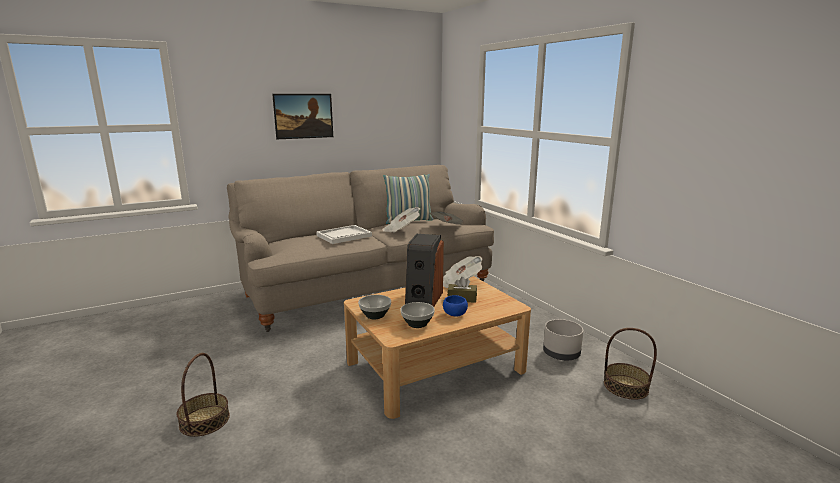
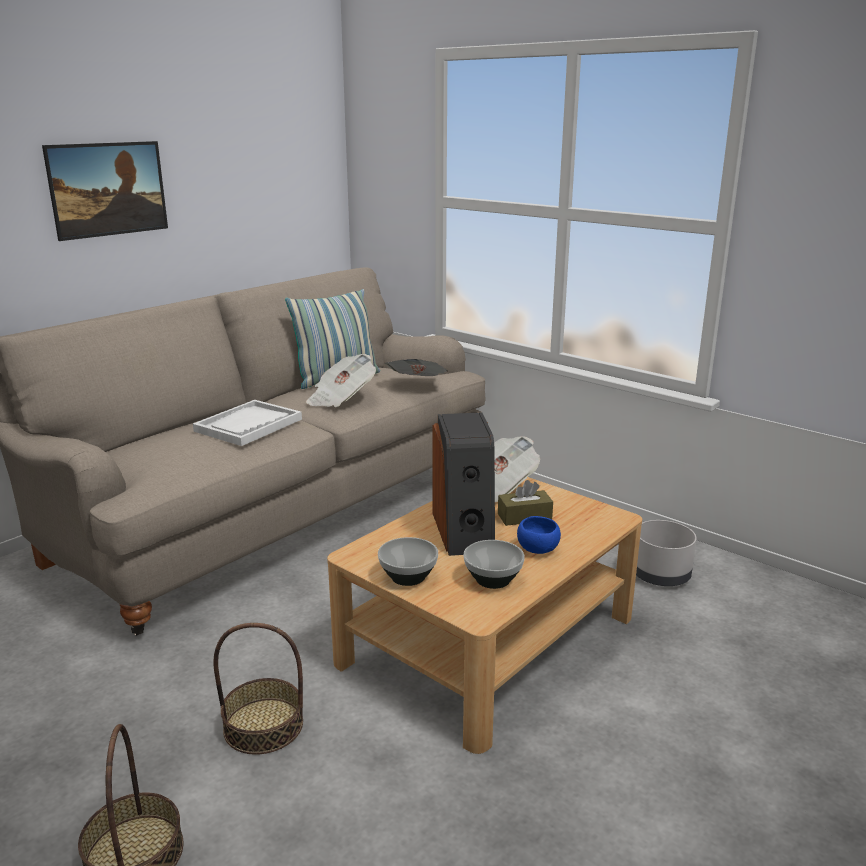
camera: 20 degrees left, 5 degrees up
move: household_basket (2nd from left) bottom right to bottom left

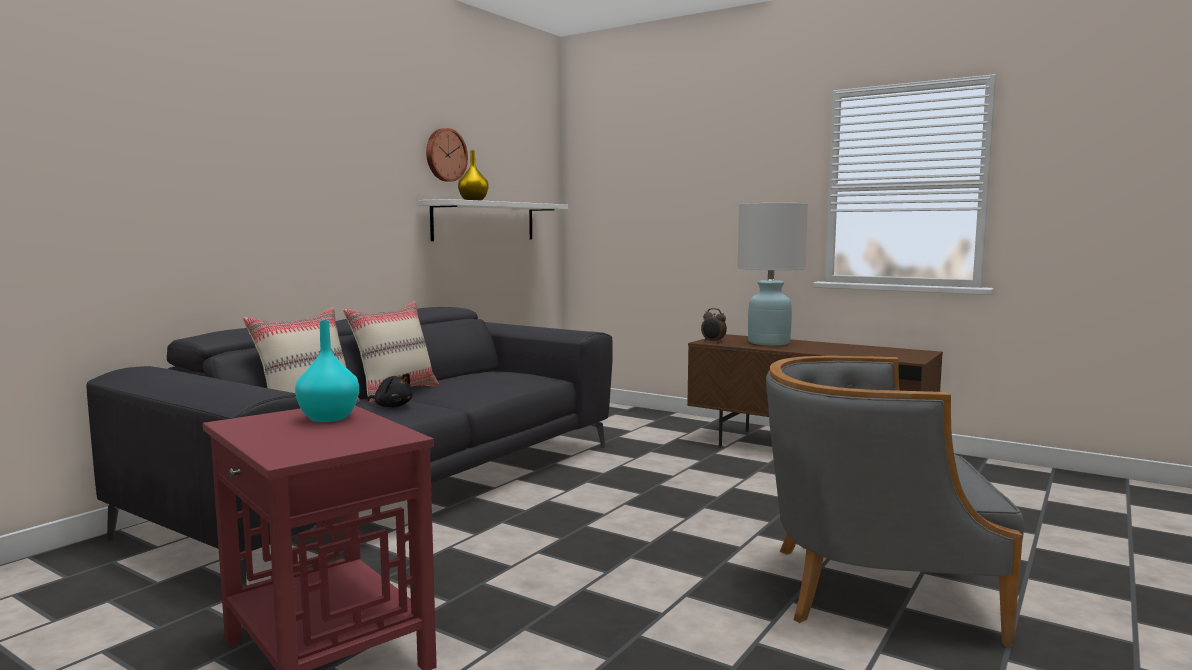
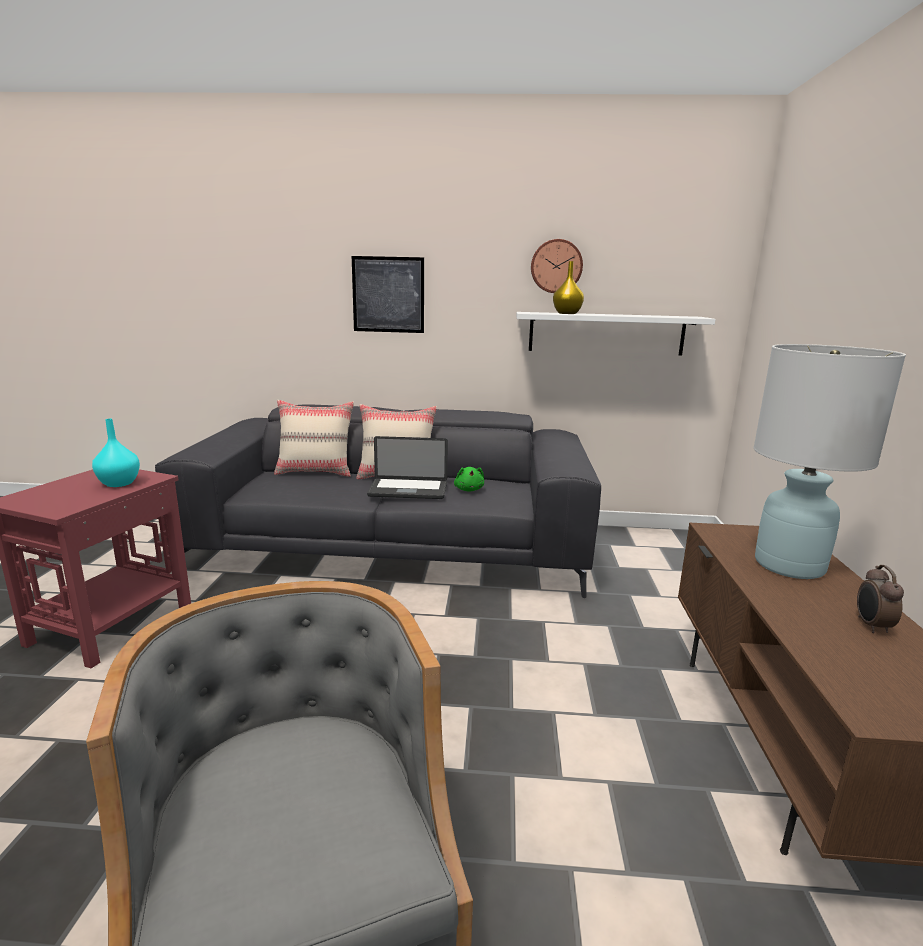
camera: 60 degrees right, 10 degrees up
delete: blackish_soft_toy middle left
insert: picture top centre; laptop centre; green-coloured_soft_toy centre
move: table_clock centre to middle right

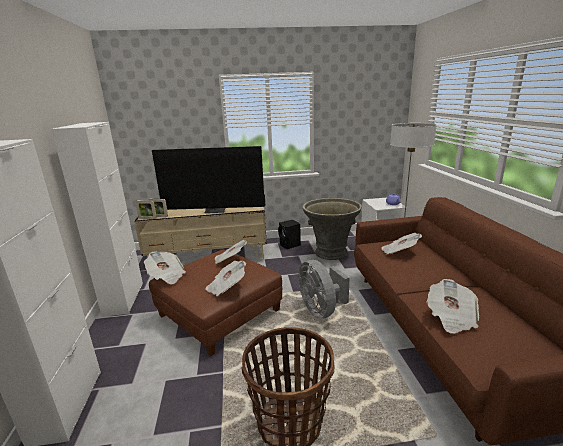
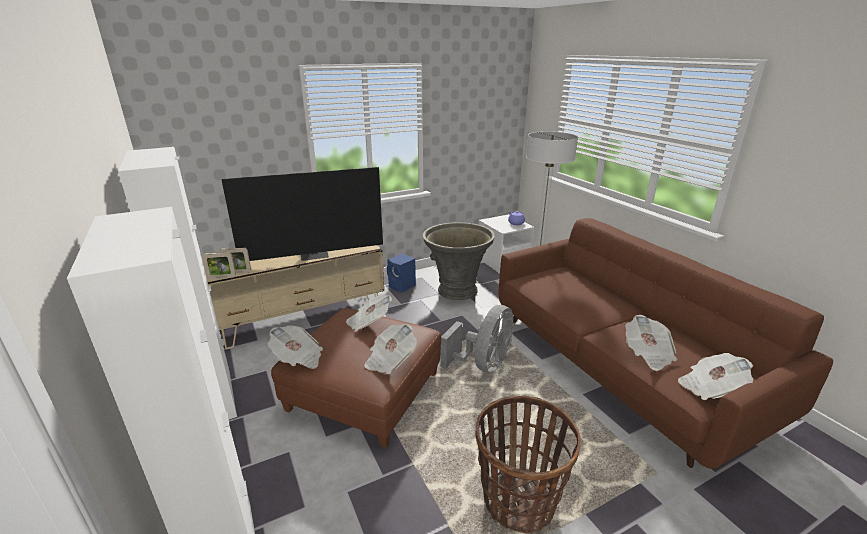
camera: 20 degrees left, 5 degrees up
move: daily_paper (4th from left in the first image) middle right to daily_paper (5th from left) bottom right
recolor: blackish_audio_speaker centre to blue-coloured_audio_speaker centre
rotate: greyish_electric_fan centre = centre 105 degrees counterclockwise

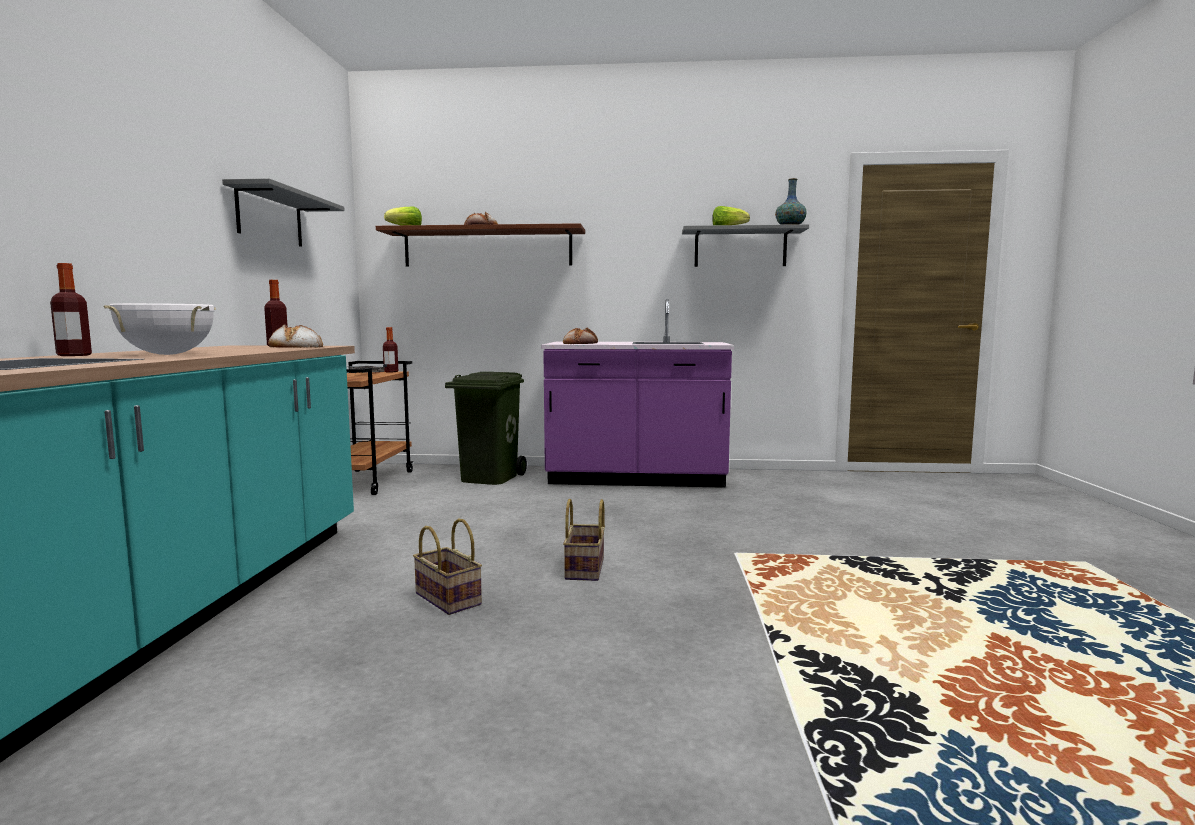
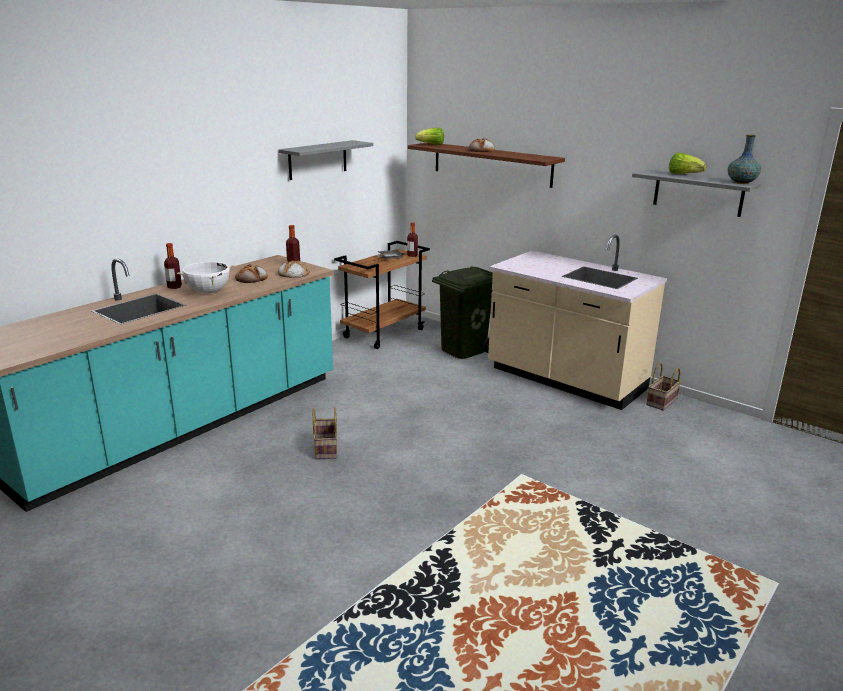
camera: 35 degrees right, 15 degrees up
move: baked_bread (3rd from left in the first image) centre to baked_bread (1st from left) middle left; household_basket (2nd from left) centre to middle right
recolor: purplish_kitchen_counter centre to beige-coloured_kitchen_counter middle right

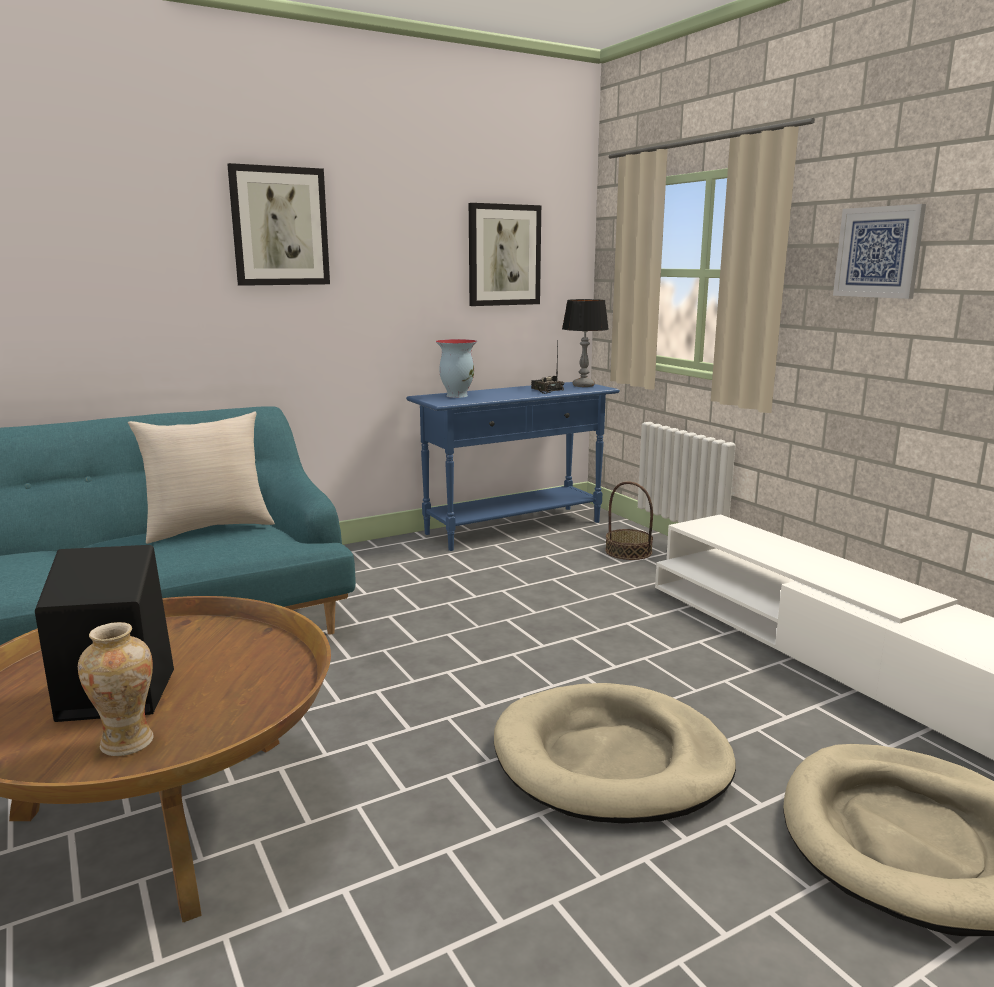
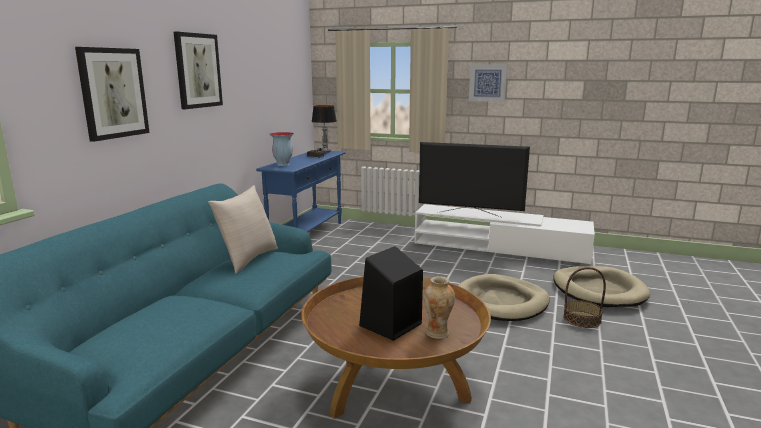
camera: 40 degrees left, 0 degrees up
insert: TV centre
move: picture (2nd from left in the first image) top centre to picture (1st from left) top left; household_basket centre to bottom right

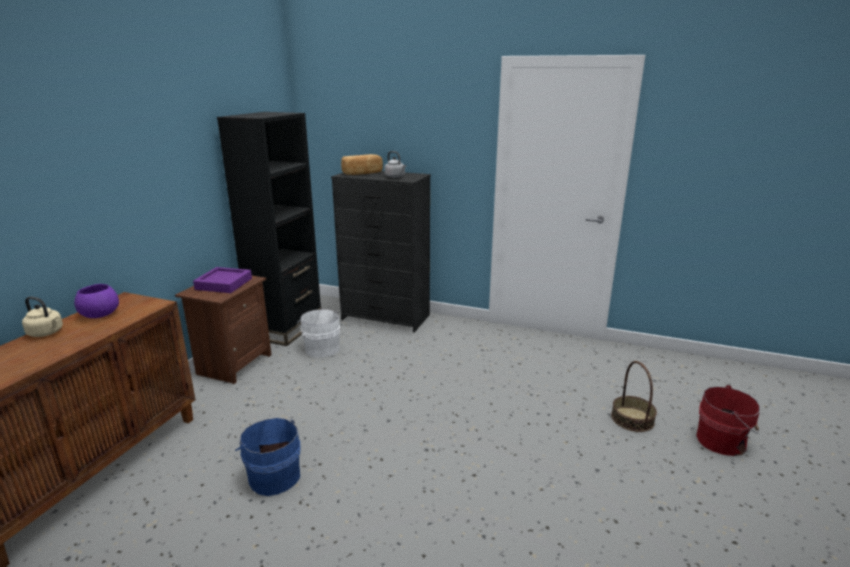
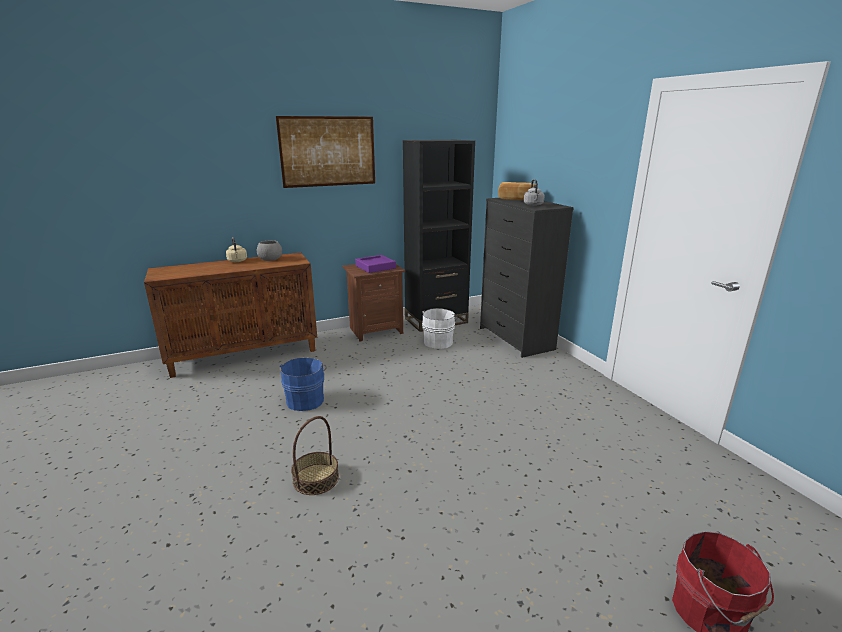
camera: 45 degrees right, 0 degrees up
insert: picture top centre
move: household_basket bottom right to bottom centre
recolor: purplish_bowl middle left to greyish_bowl middle left

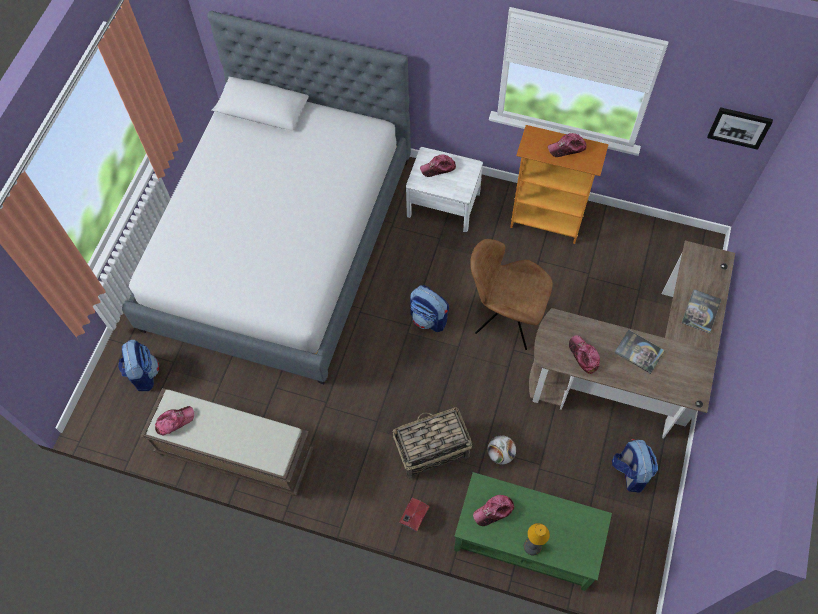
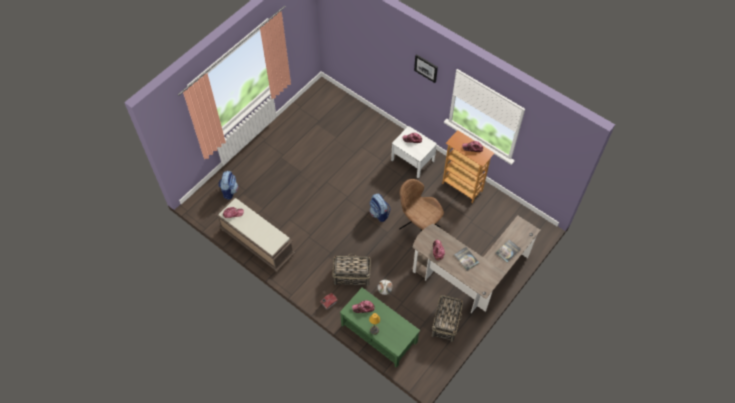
camera: 20 degrees right, 5 degrees down
delete: bedroom_bed top left
move: picture top right to top centre
replace: backpack (3rd from left) bottom right to household_basket (2nd from left) bottom centre

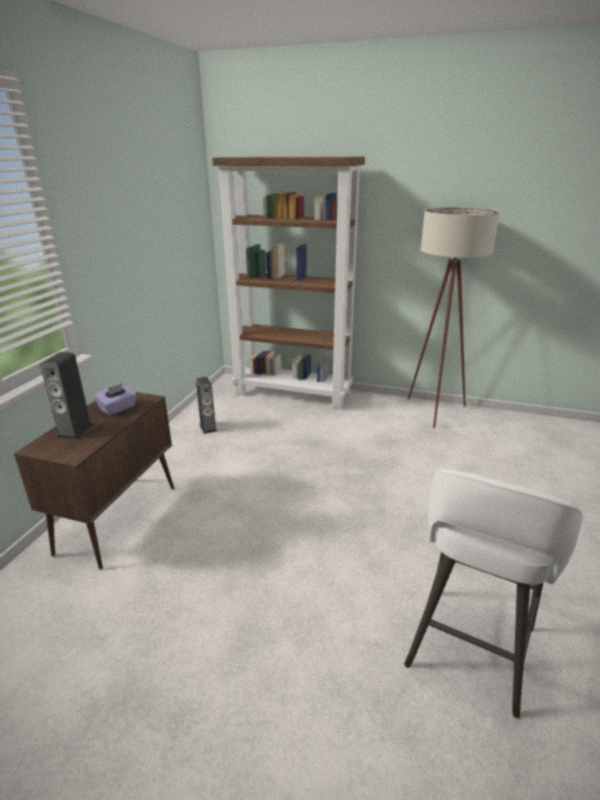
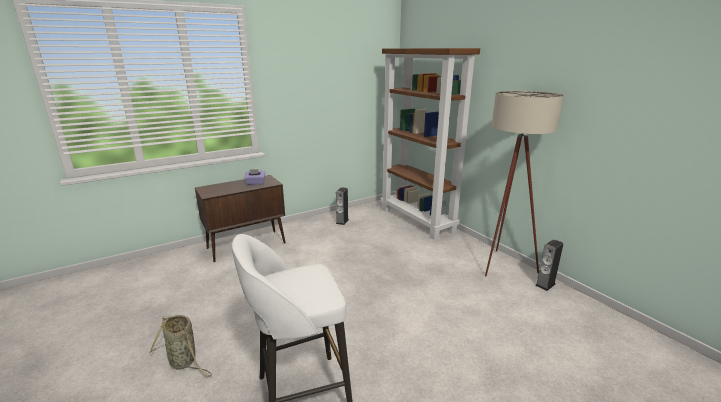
camera: 40 degrees right, 5 degrees down
insert: household_basket bottom left
move: audio_speaker (1st from left in the first image) middle left to audio_speaker (2nd from left) middle right

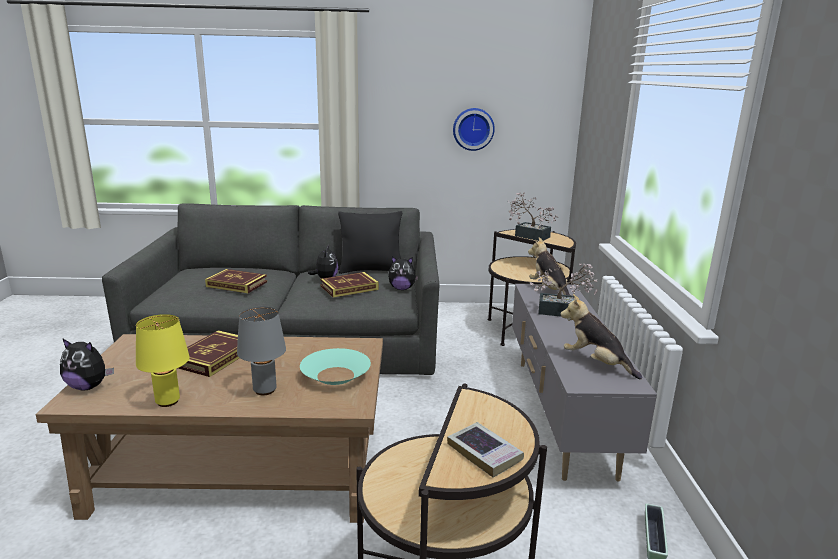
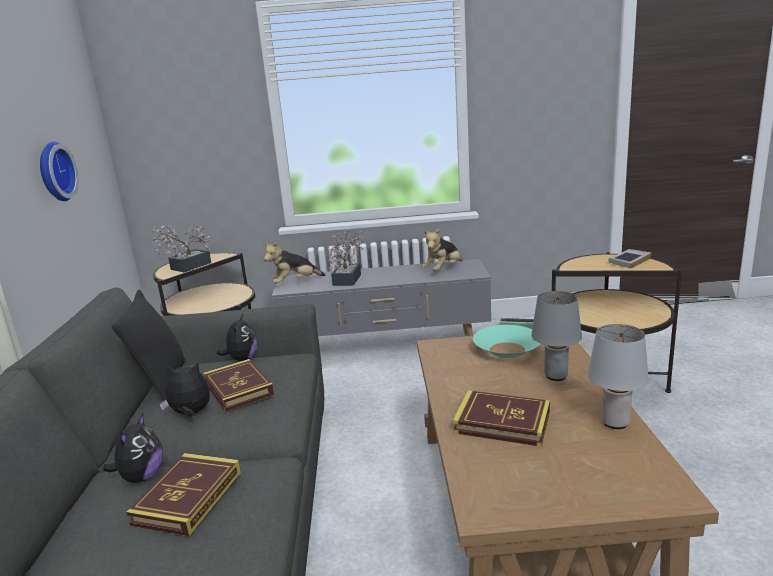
camera: 90 degrees left, 0 degrees up
move: soft_toy (1st from left) middle left to bottom left
recolor: yellow-coloured_tabletop_lamp middle left to greyish_tabletop_lamp (2nd from left) middle right

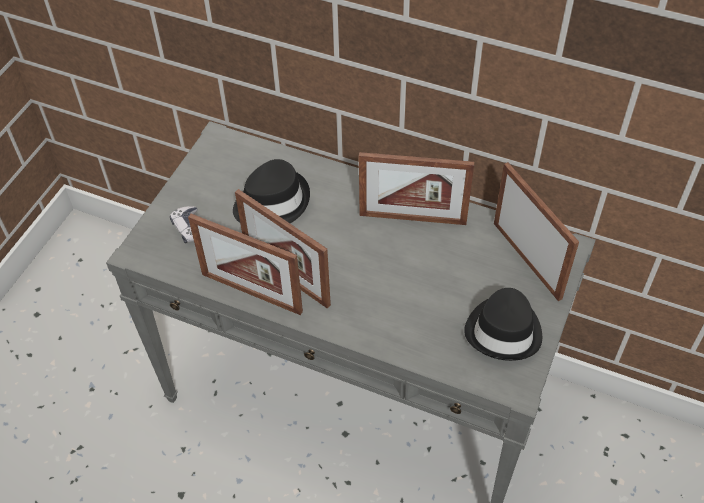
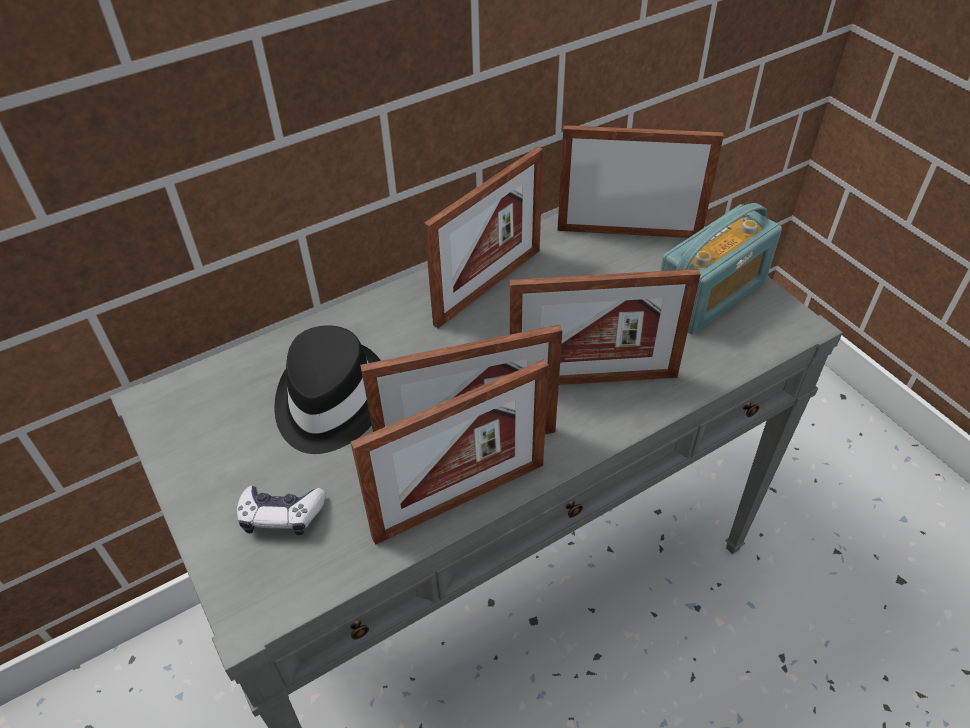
camera: 55 degrees left, 5 degrees down
insert: picture_frame (4th from left) centre
replace: blackish_clothing_hat (2nd from left) middle right to radio_receiver middle right

